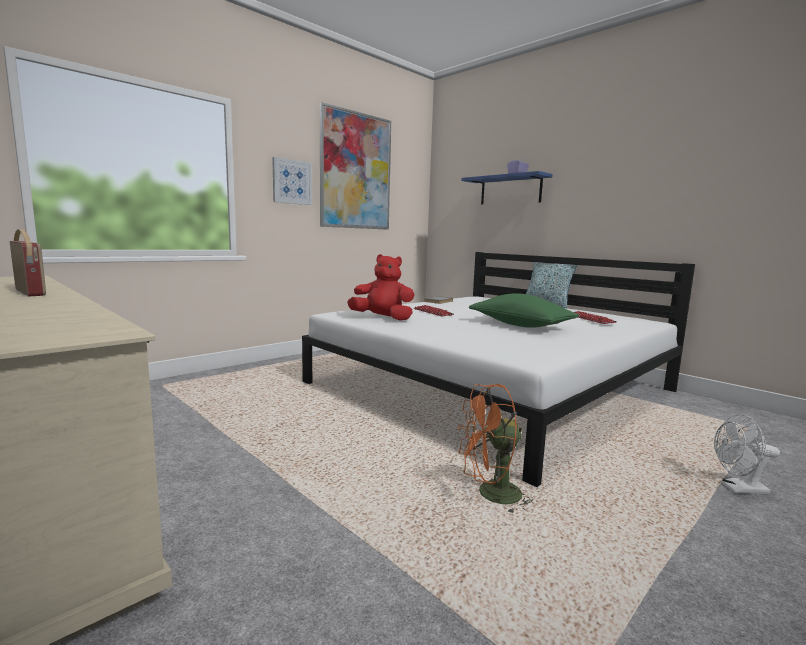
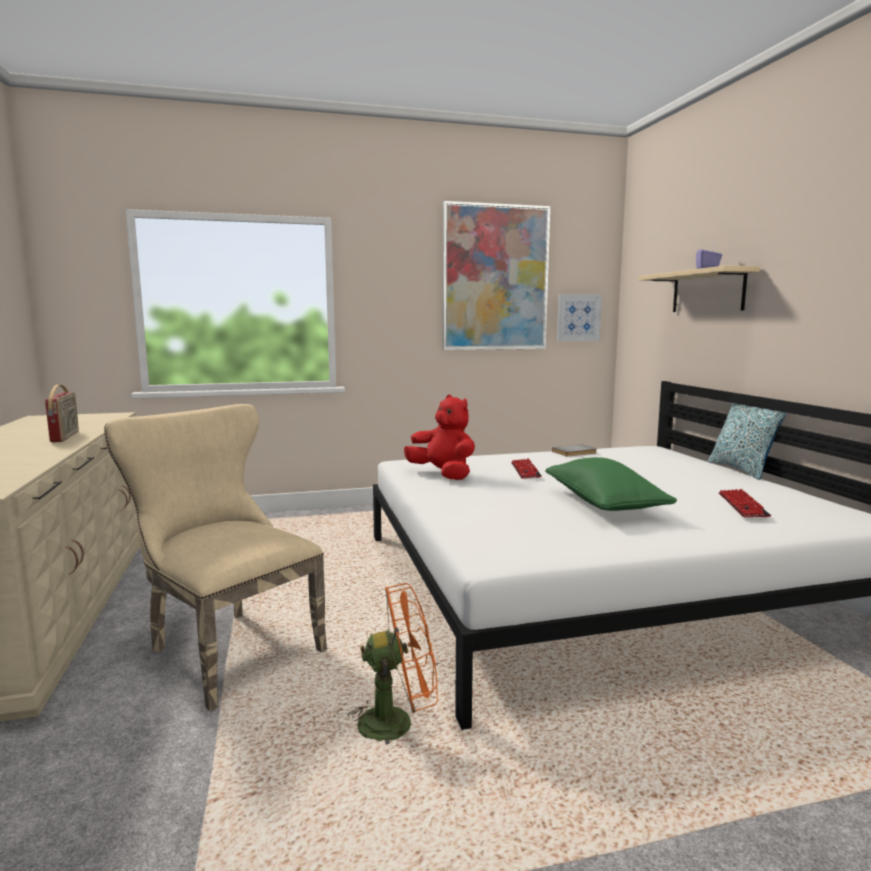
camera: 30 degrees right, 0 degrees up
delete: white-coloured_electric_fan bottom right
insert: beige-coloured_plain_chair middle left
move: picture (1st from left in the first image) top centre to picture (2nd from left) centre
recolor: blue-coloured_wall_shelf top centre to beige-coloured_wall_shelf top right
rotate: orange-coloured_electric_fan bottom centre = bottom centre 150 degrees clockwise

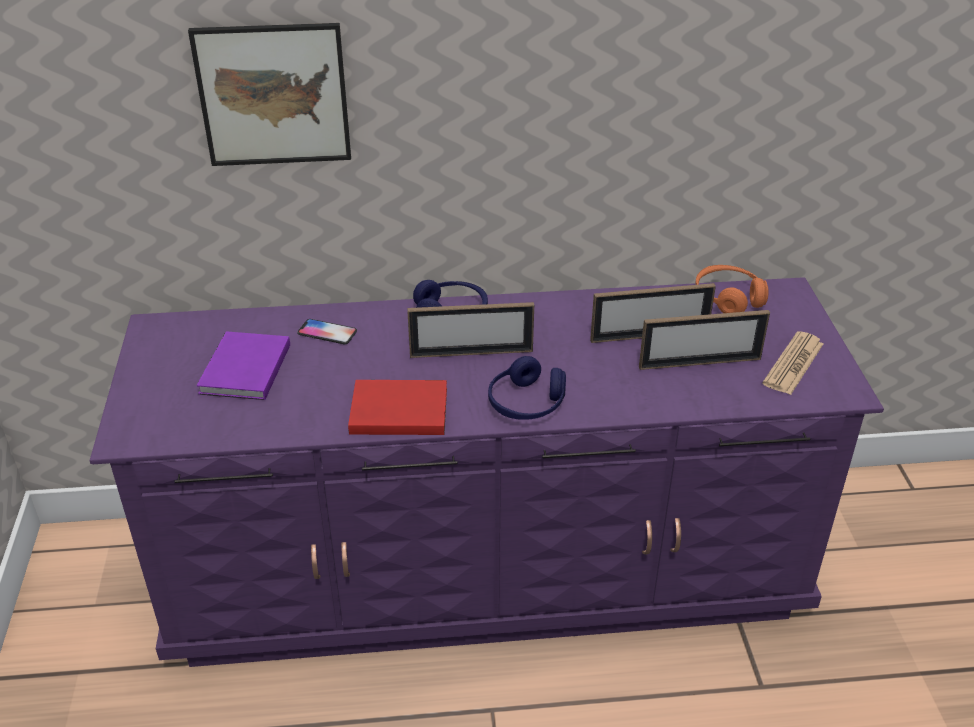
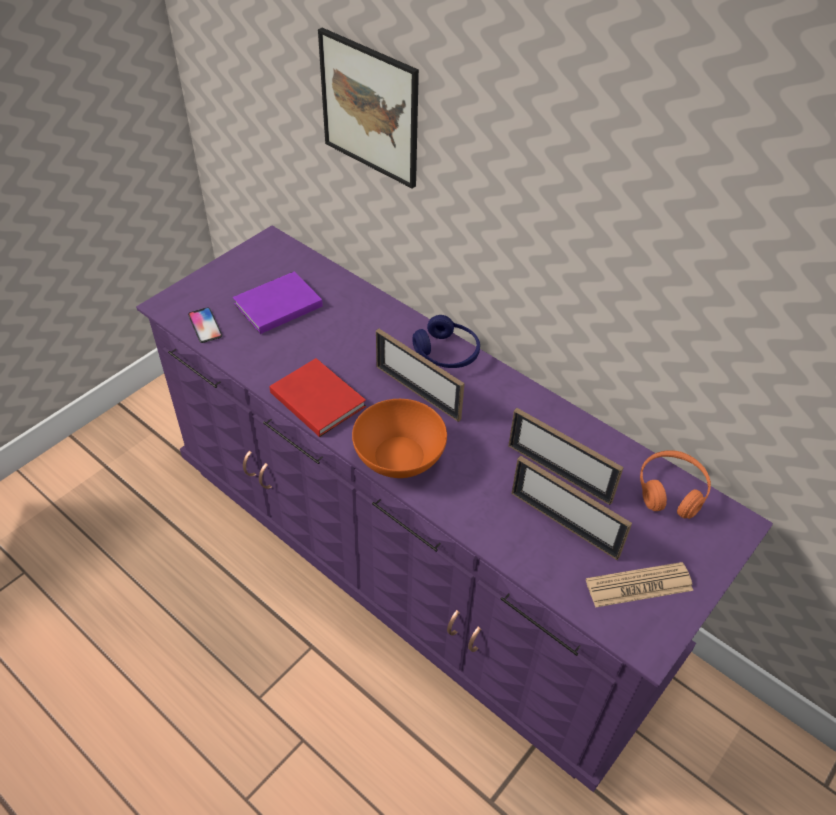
camera: 45 degrees right, 10 degrees up
move: handset centre to middle left
replace: blue-coloured_headset (2nd from left) centre to orange-coloured_bowl centre

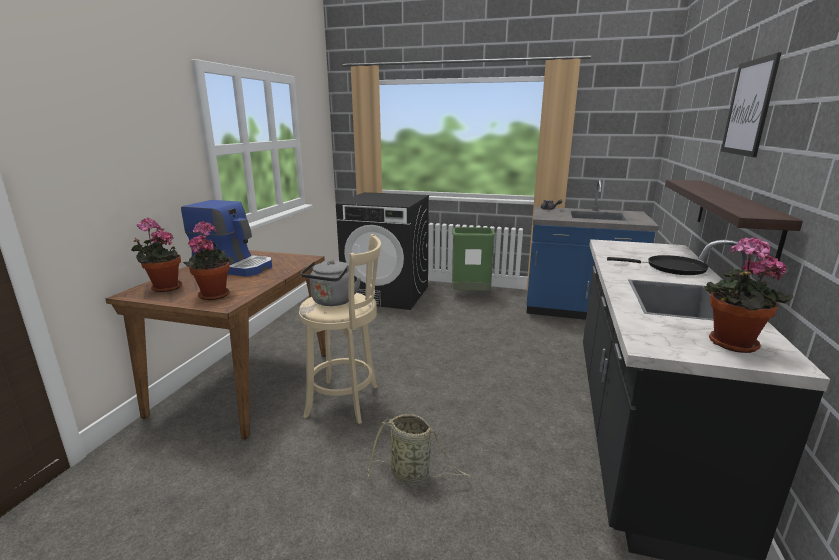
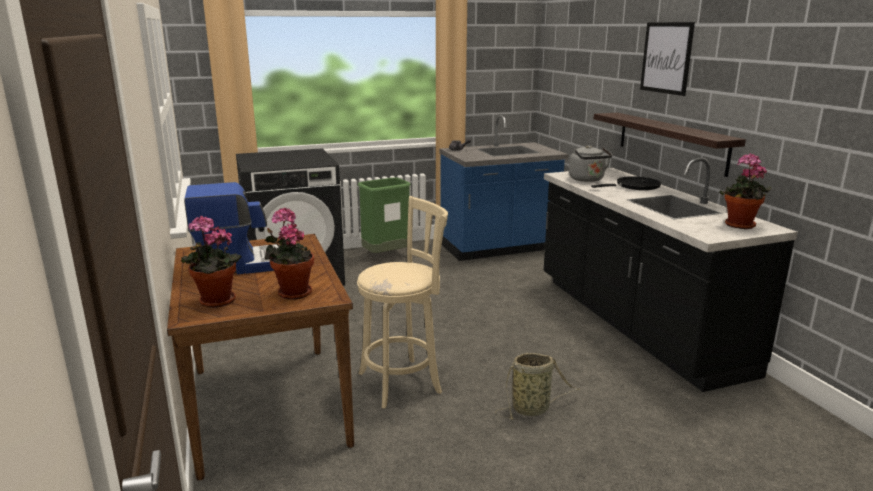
camera: 35 degrees left, 0 degrees up
move: greyish_water_kettle centre to top right

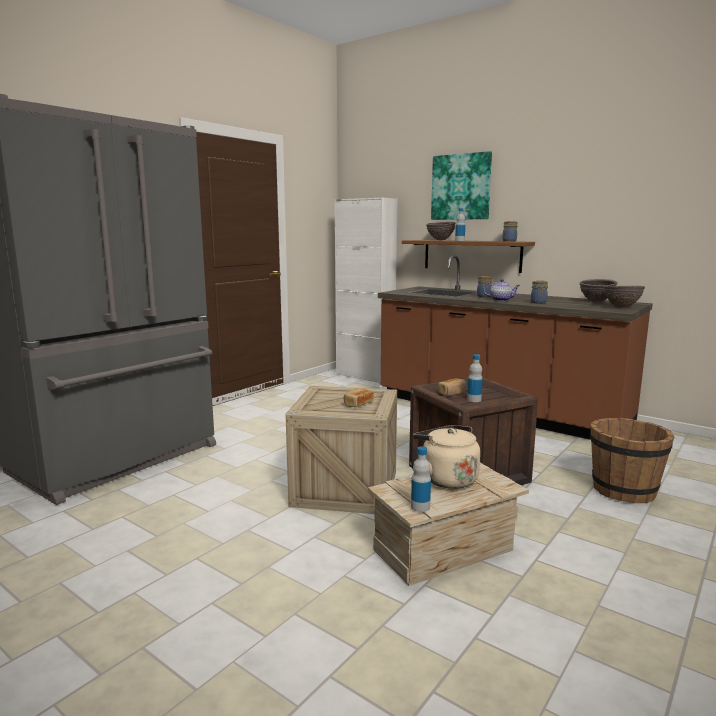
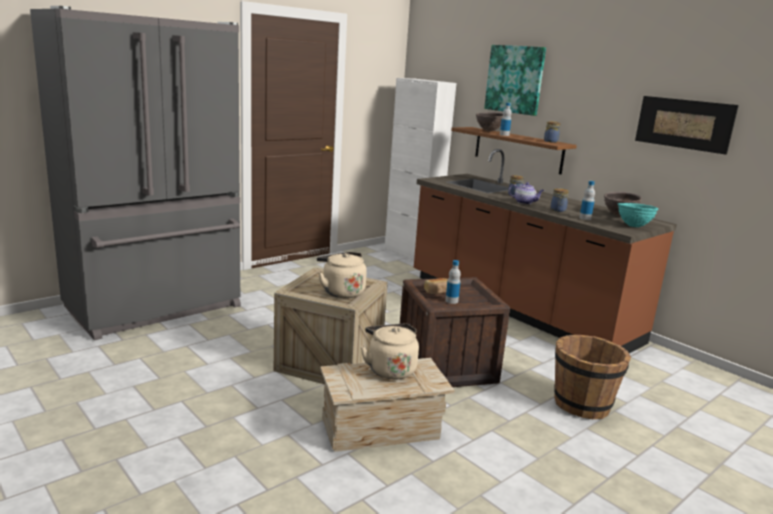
camera: 10 degrees right, 5 degrees up
insert: picture (2nd from left) top right
move: drink_bottle (1st from left in the first image) bottom centre to drink_bottle (3rd from left) middle right
replace: baked_bread (1st from left) centre to beige-coloured_water_kettle (1st from left) centre
recolor: brown-coloured_bowl (3rd from left) middle right to turquoise-coloured_bowl middle right

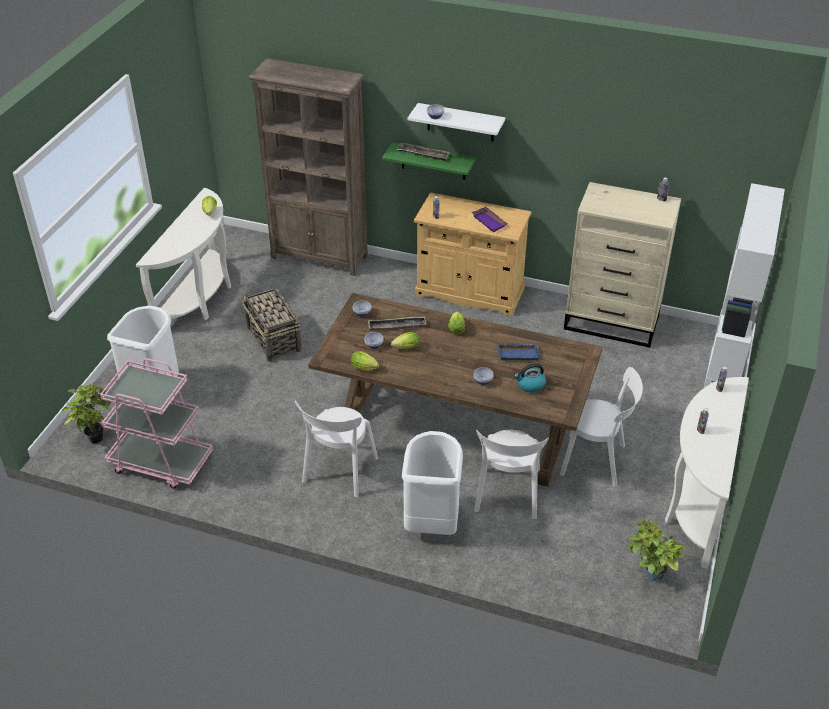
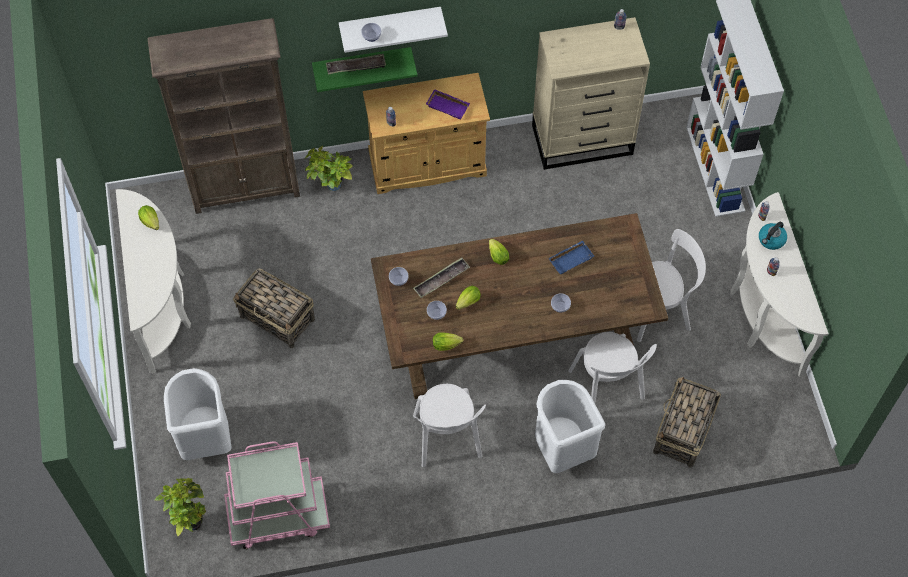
camera: 30 degrees left, 20 degrees up
insert: household_basket (2nd from left) bottom right
move: houseplant (2nd from left) bottom right to top centre; water_kettle centre to middle right

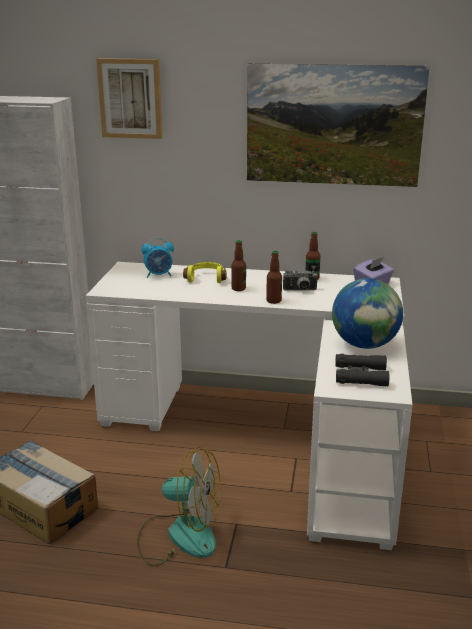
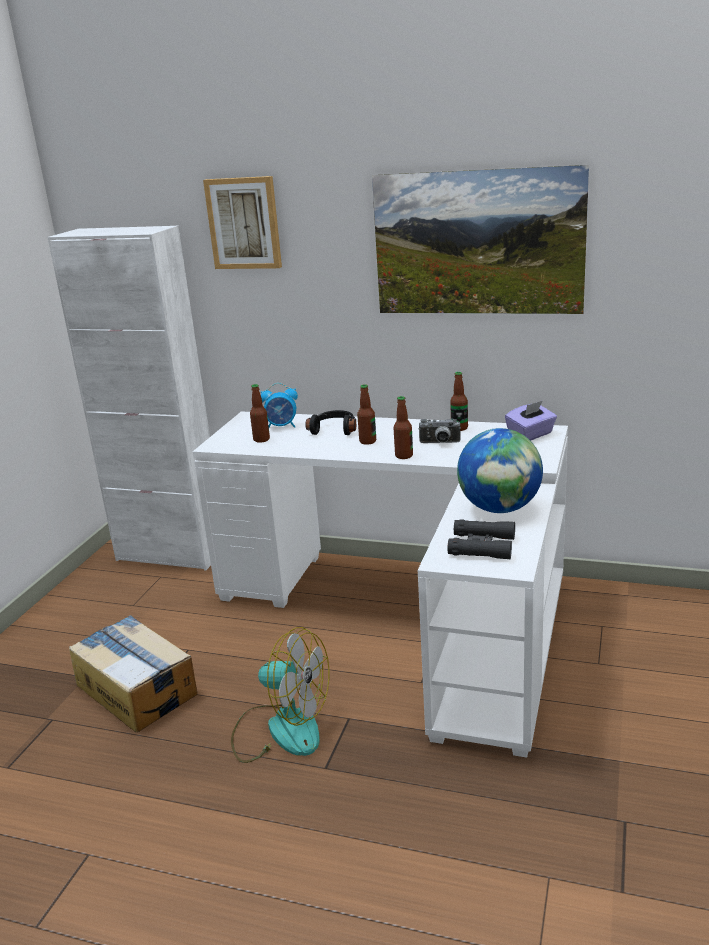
camera: 10 degrees right, 0 degrees up
insert: drink_bottle (1st from left) centre
recolor: yellow-coloured_headset centre to blackish_headset centre

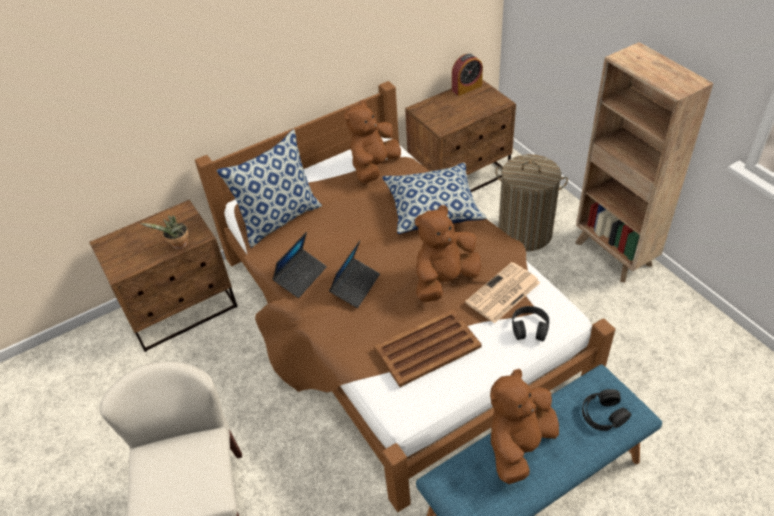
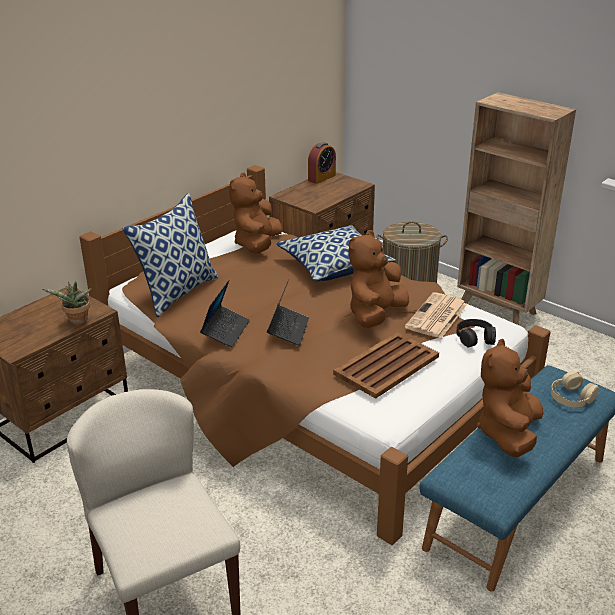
camera: 20 degrees left, 15 degrees down
recolor: blackish_headset (2nd from left) bottom right to beige-coloured_headset middle right

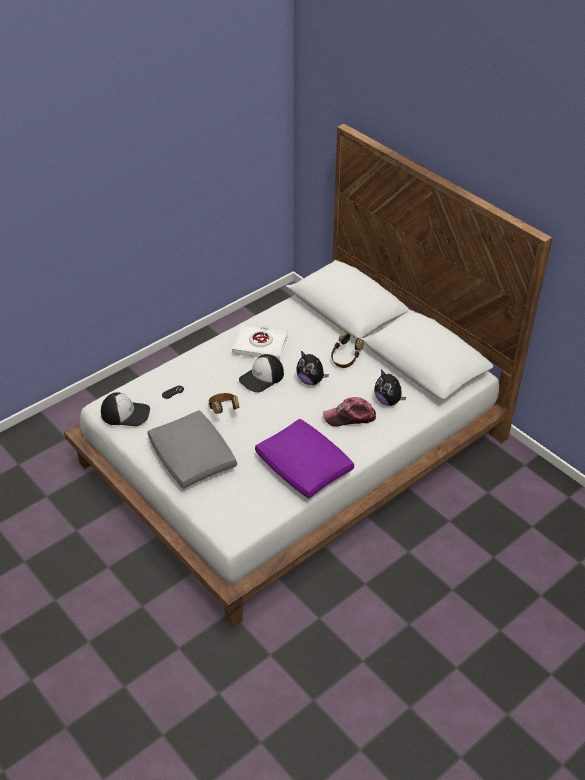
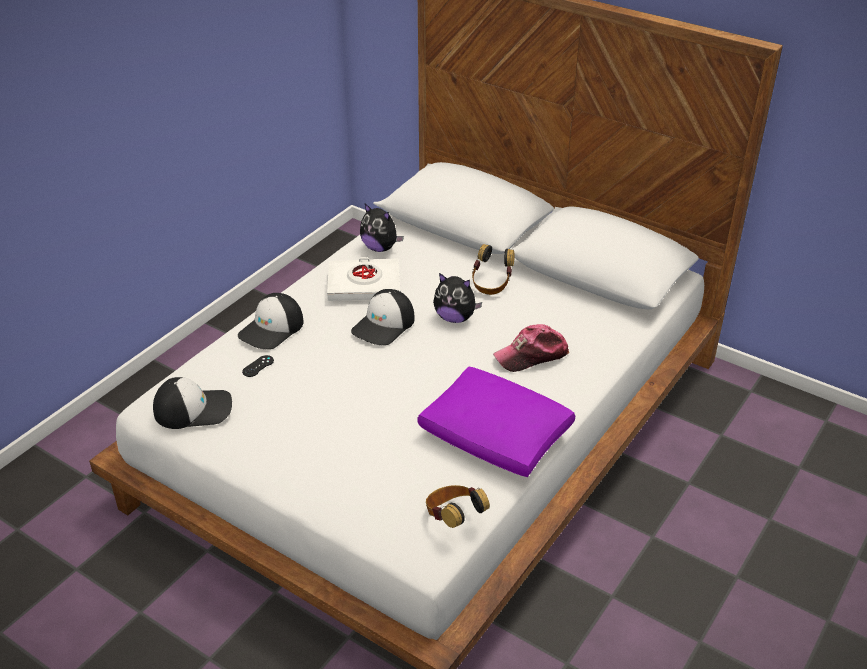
camera: 15 degrees left, 5 degrees down
delete: greyish_pillow middle left
insert: peaked_cap (2nd from left) middle left
move: soft_toy (2nd from left in the first image) middle right to soft_toy (1st from left) centre; headset (1st from left) centre to bottom centre

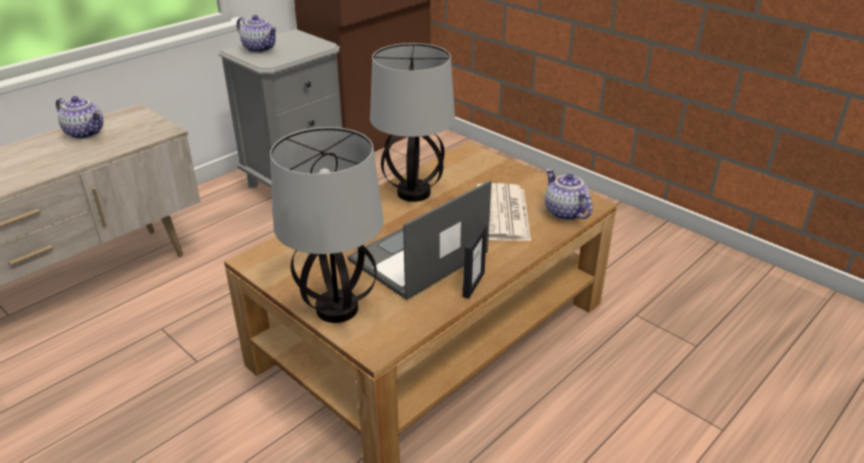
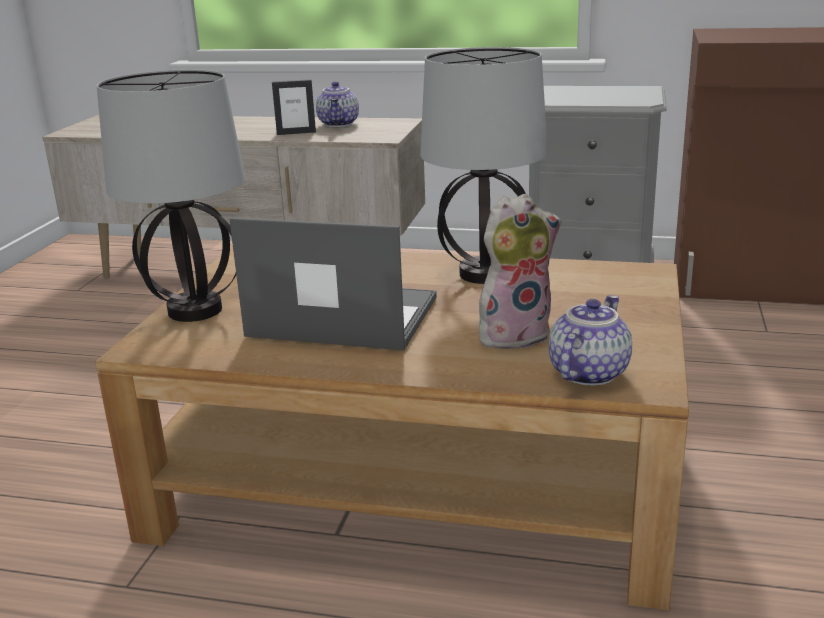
camera: 60 degrees right, 10 degrees down
delete: pot_for_tea (2nd from left) top left
move: picture_frame centre to top centre
replace: daily_paper centre to soft_toy centre

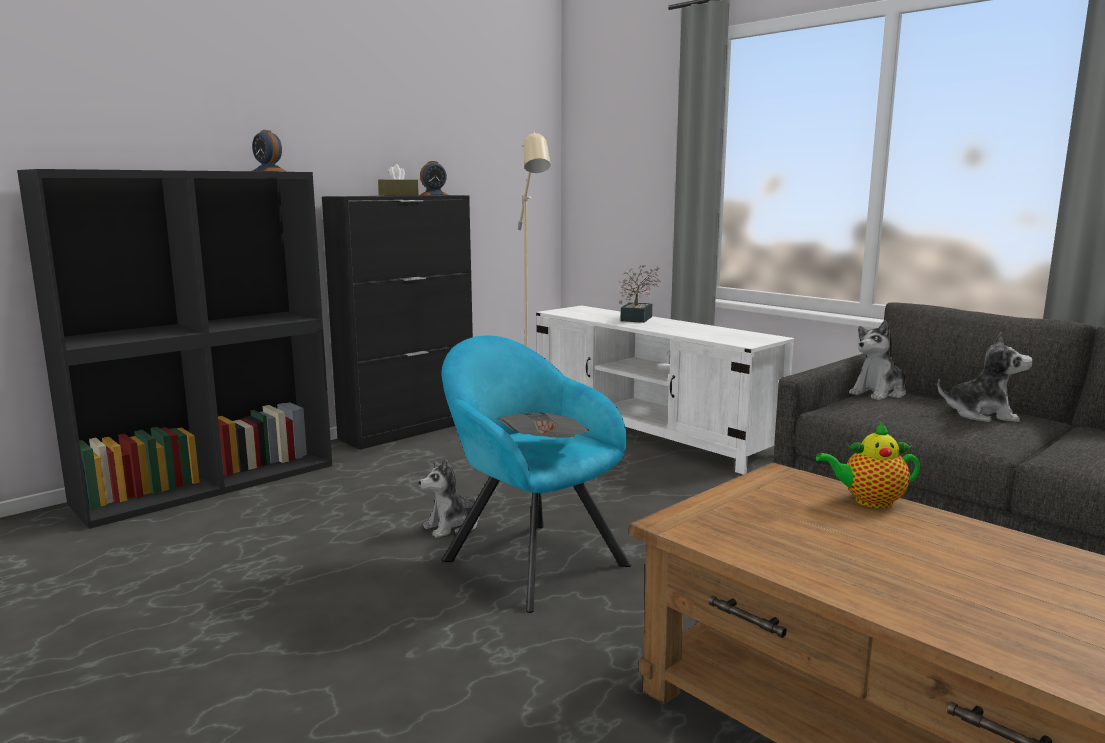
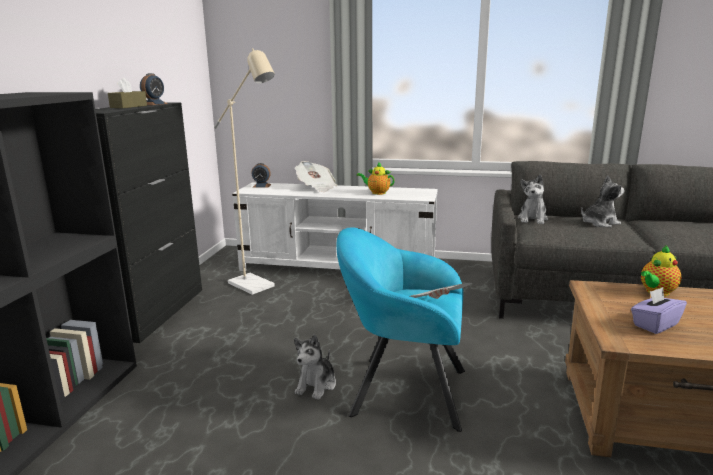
camera: 35 degrees left, 5 degrees up
insert: pot_for_tea (1st from left) centre; purplish_tissue_box middle right
move: table_clock (1st from left in the first image) top left to table_clock (2nd from left) centre
replace: houseplant centre to daily_paper (1st from left) centre

